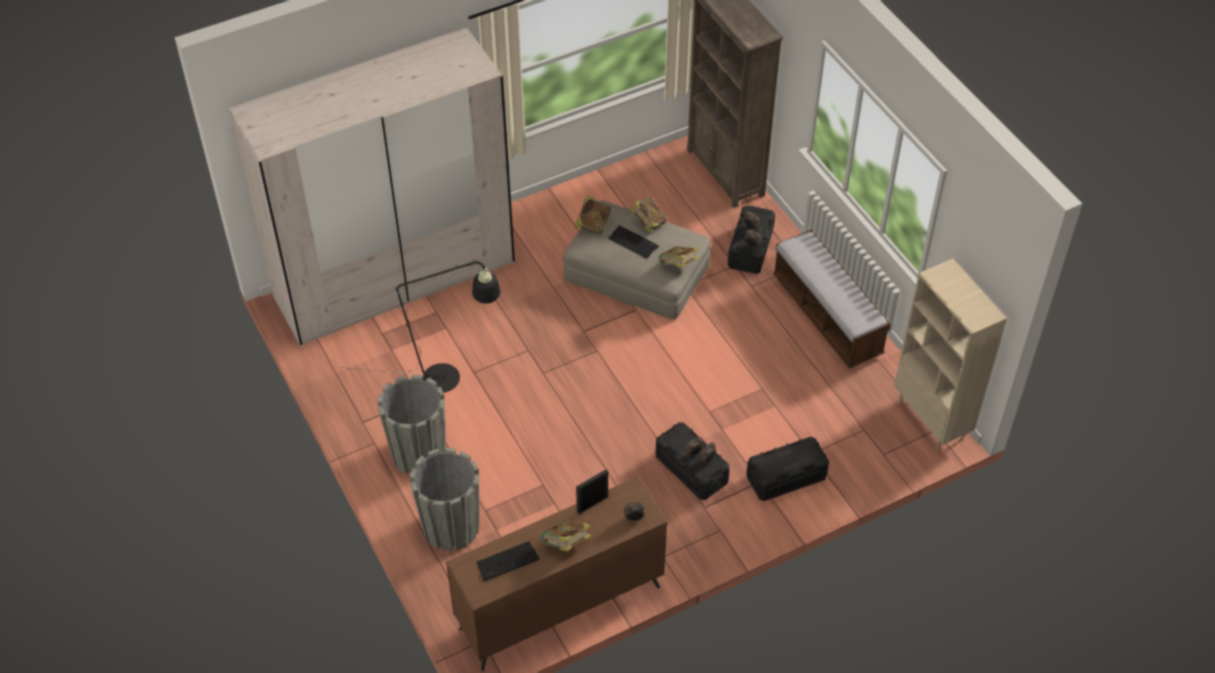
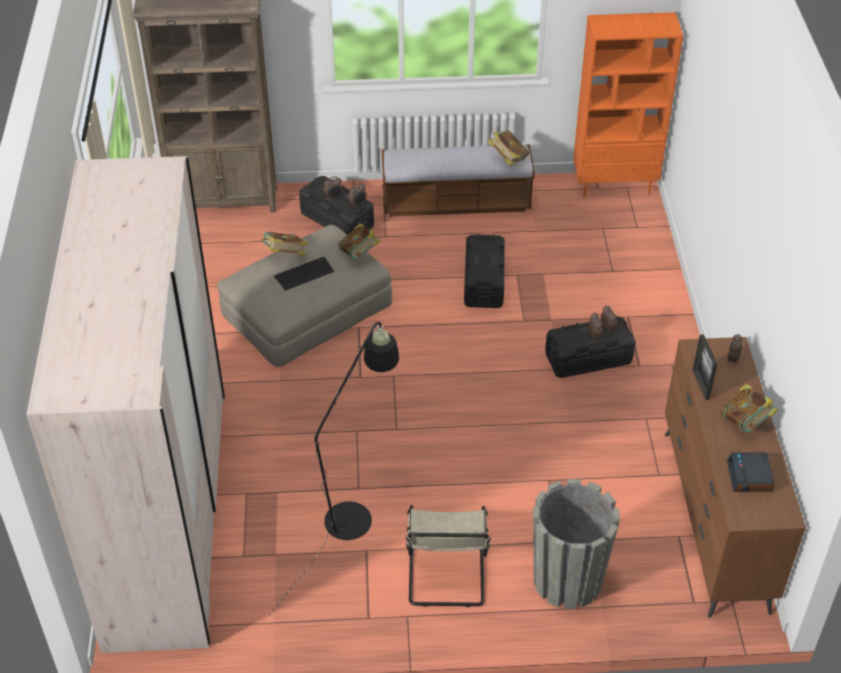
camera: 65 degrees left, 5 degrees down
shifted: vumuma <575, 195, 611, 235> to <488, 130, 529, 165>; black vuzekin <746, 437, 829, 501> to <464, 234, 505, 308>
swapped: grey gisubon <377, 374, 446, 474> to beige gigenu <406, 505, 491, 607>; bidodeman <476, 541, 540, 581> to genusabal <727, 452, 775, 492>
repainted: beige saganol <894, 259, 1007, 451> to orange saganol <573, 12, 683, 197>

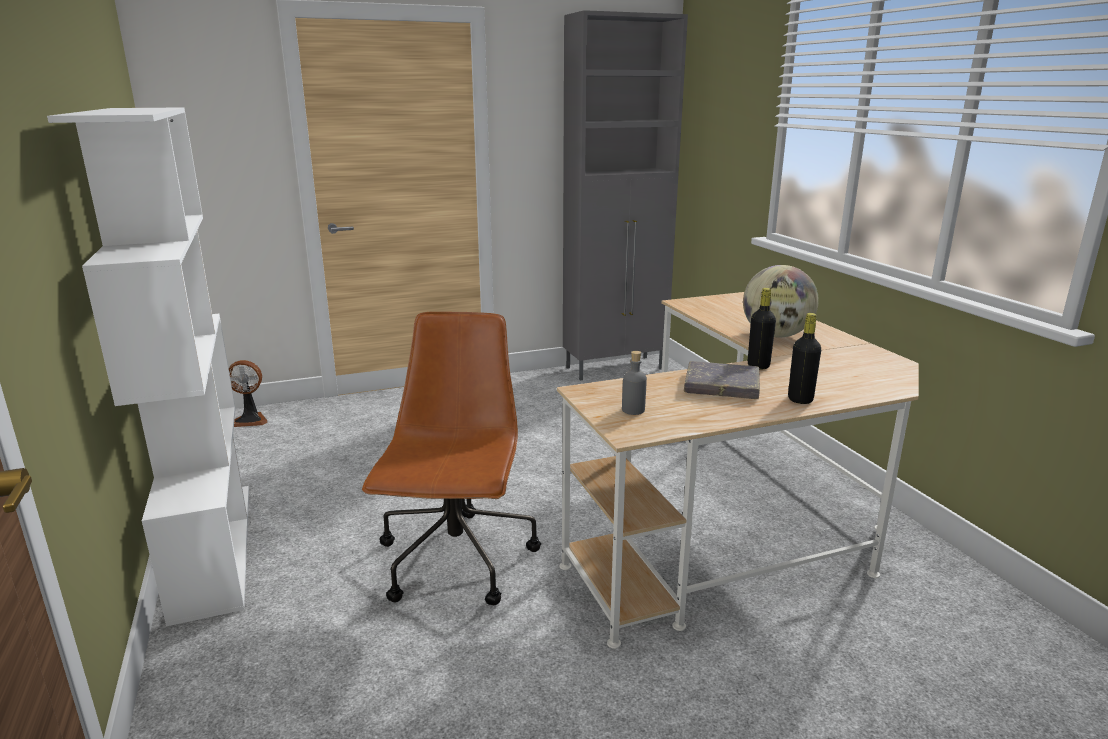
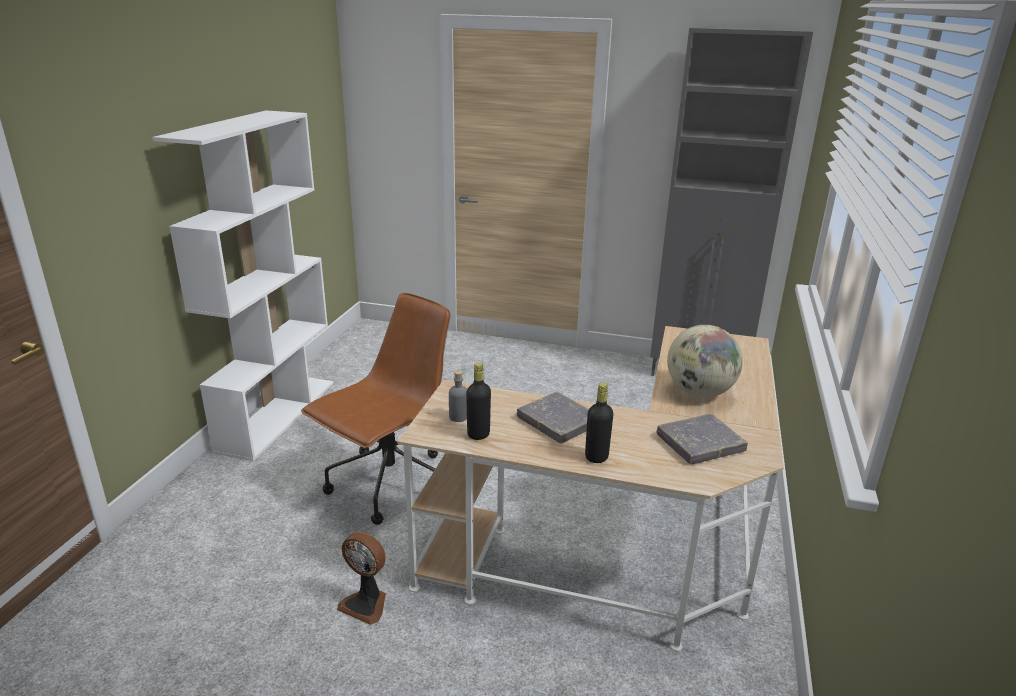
camera: 35 degrees right, 5 degrees up
new: grey vumuma <657, 414, 748, 464>
shifted: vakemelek <229, 360, 267, 427> to <337, 532, 386, 625>; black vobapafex <748, 288, 776, 369> to <466, 362, 491, 440>

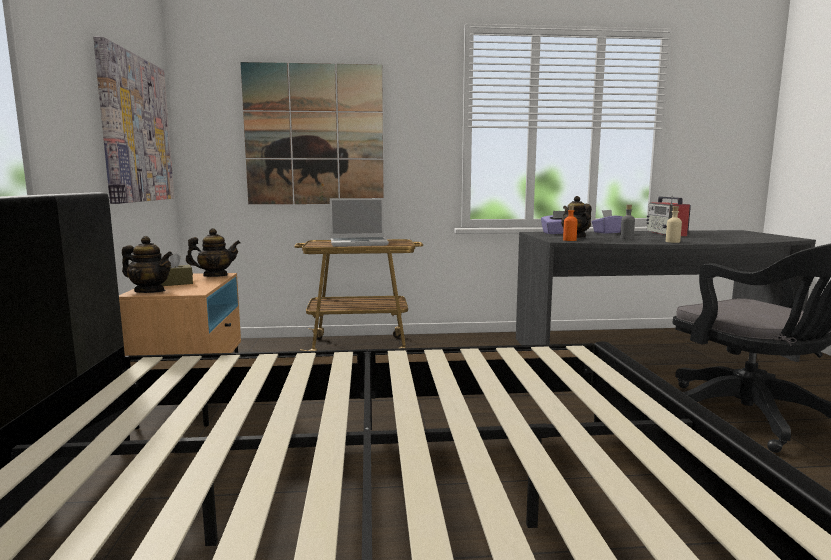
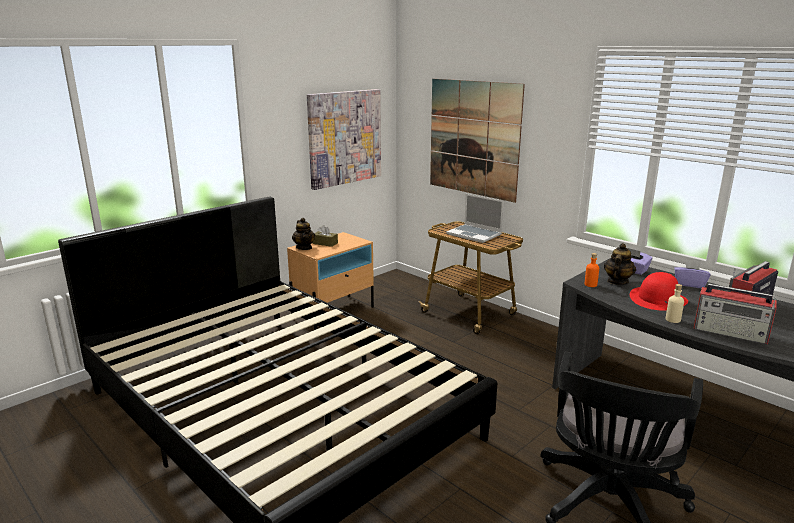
camera: 50 degrees right, 10 degrees up
gone: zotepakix <186, 228, 241, 277>
new: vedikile <693, 283, 777, 344>
swapped: grey vobapafex <620, 205, 635, 239> to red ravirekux <630, 272, 688, 310>

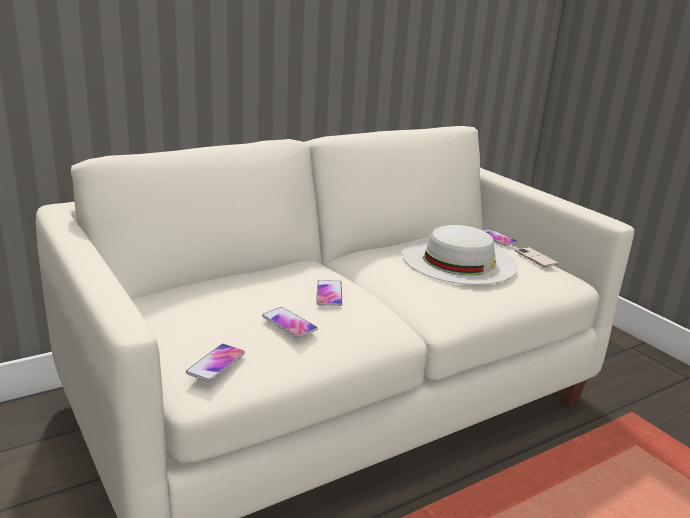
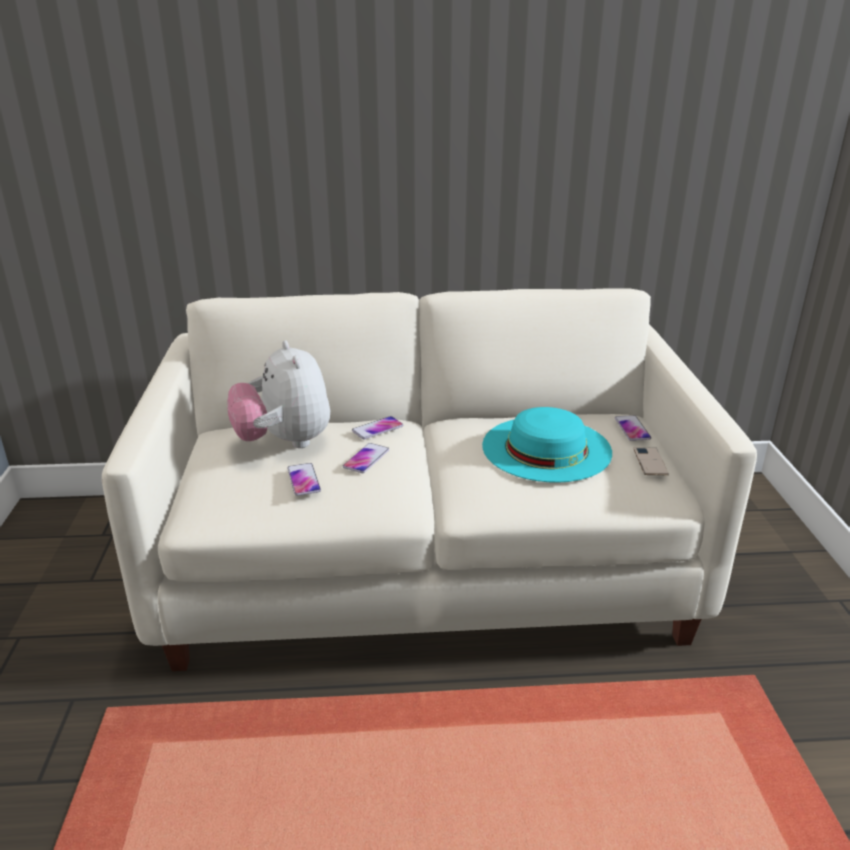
camera: 30 degrees right, 5 degrees up
new: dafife <227, 340, 330, 448>
shifted: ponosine <186, 344, 245, 382> to <352, 416, 403, 439>
repainted: white ravirekux <402, 225, 518, 285> to turquoise ravirekux <482, 407, 612, 483>

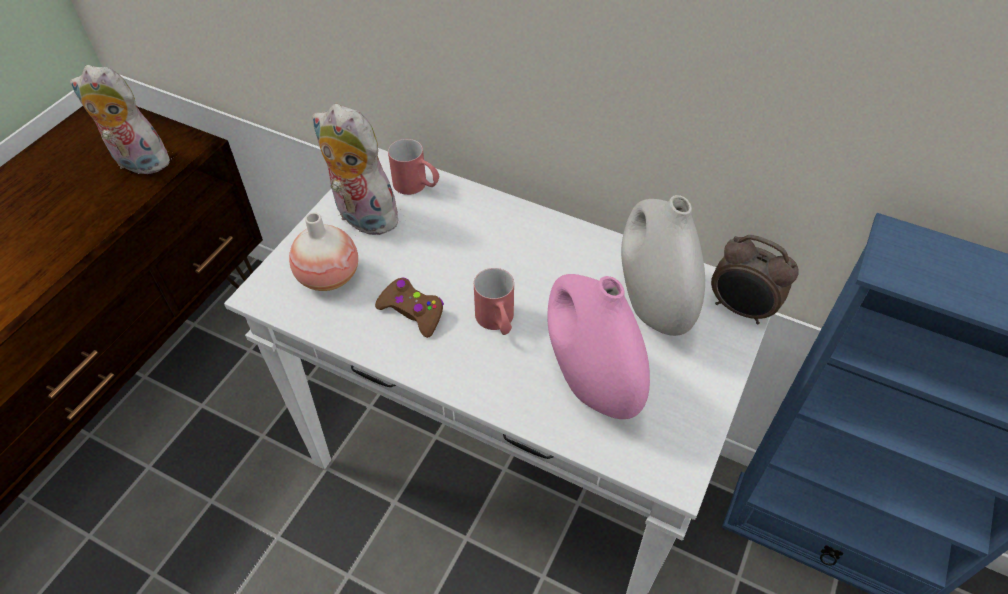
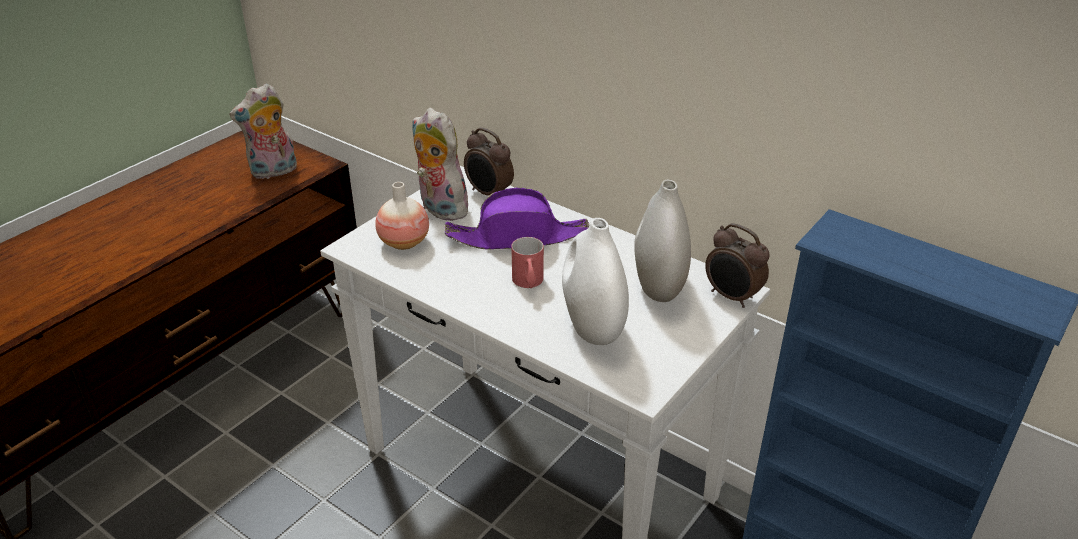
camera: 10 degrees right, 15 degrees down
gone: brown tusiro <375, 278, 444, 338>
new: purple ravirekux <444, 188, 589, 249>
swapped: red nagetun <388, 139, 439, 195> to genusabal <464, 128, 514, 196>
repainted: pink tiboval <548, 274, 650, 419> to white tiboval <562, 218, 629, 345>
rotated: dafife <70, 65, 170, 174> = <229, 84, 297, 180> 60 degrees counterclockwise

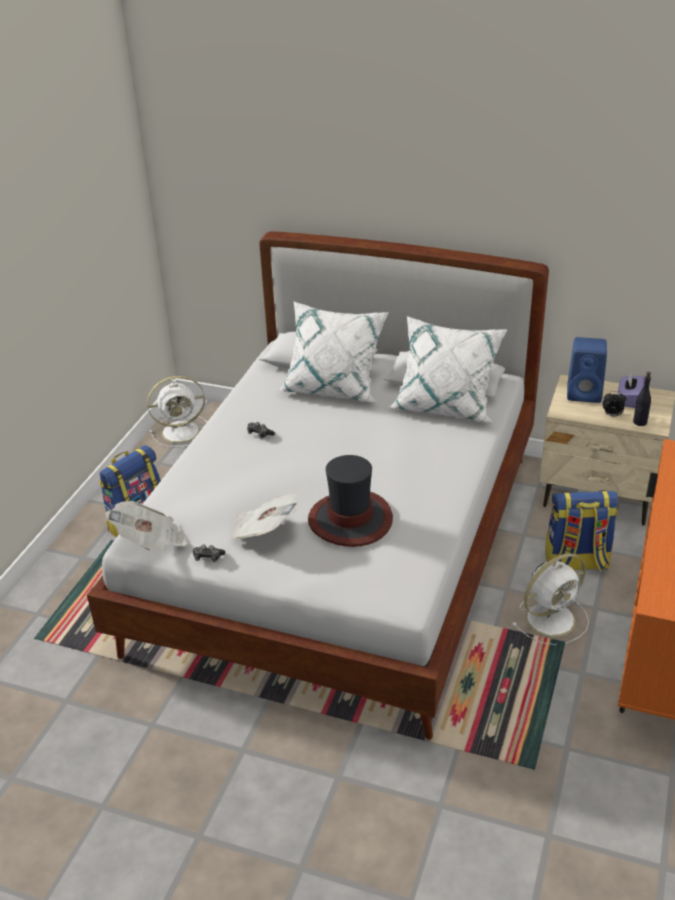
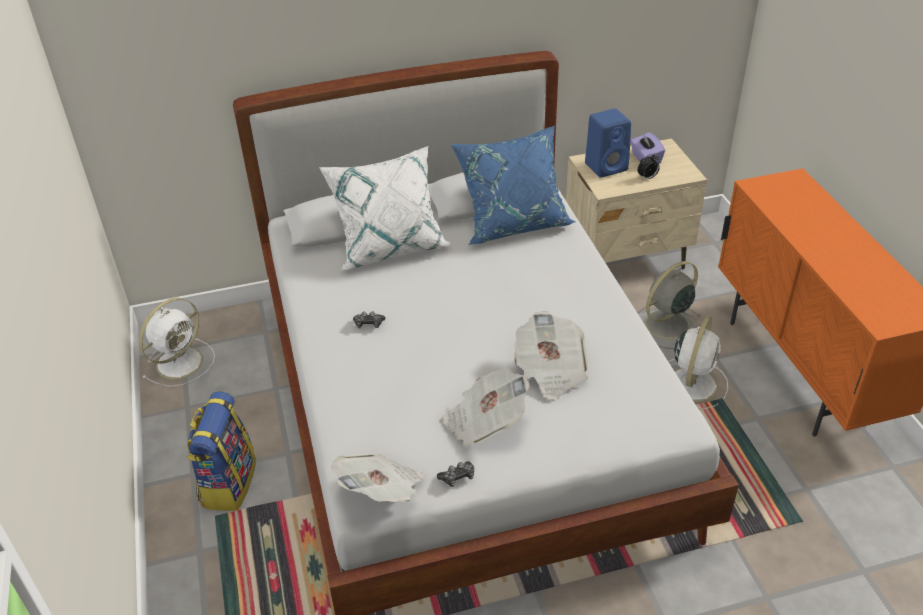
camera: 35 degrees left, 5 degrees up
gone: black vobapafex <633, 372, 651, 426>
swapped: ravirekux <308, 455, 393, 547> to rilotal <514, 311, 588, 400>; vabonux <545, 490, 618, 572> to grey vakemelek <638, 261, 700, 349>
repainted: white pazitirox <388, 316, 507, 423> to blue pazitirox <451, 126, 575, 245>

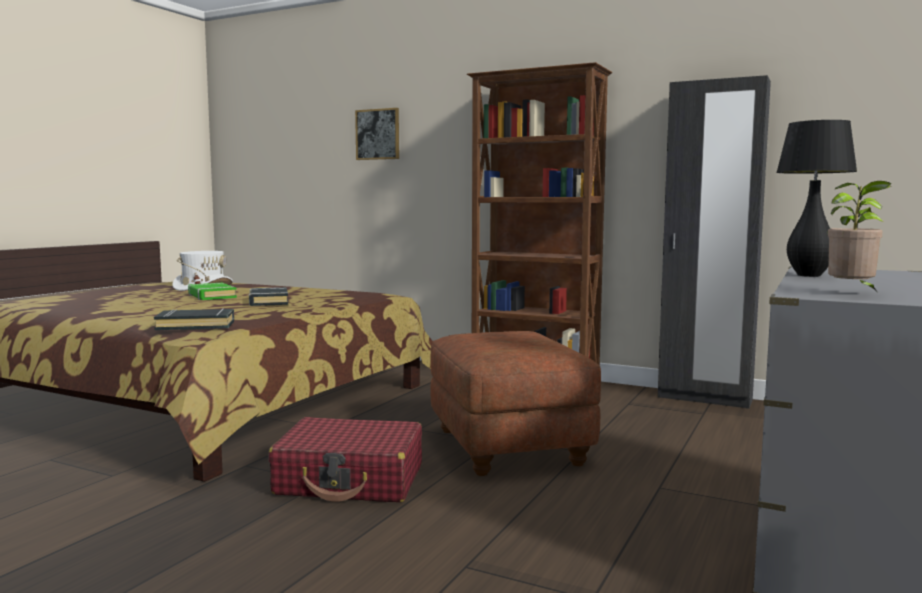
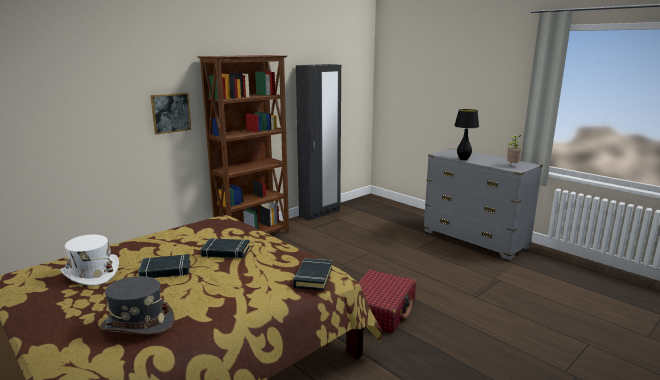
camera: 70 degrees left, 10 degrees up
gone: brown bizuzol <430, 331, 601, 476>
new: grey ravirekux <100, 276, 175, 335>
shifted: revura <355, 108, 399, 160> to <150, 93, 192, 134>
repainted: green vumuma <188, 283, 237, 300> to black vumuma <138, 254, 190, 278>

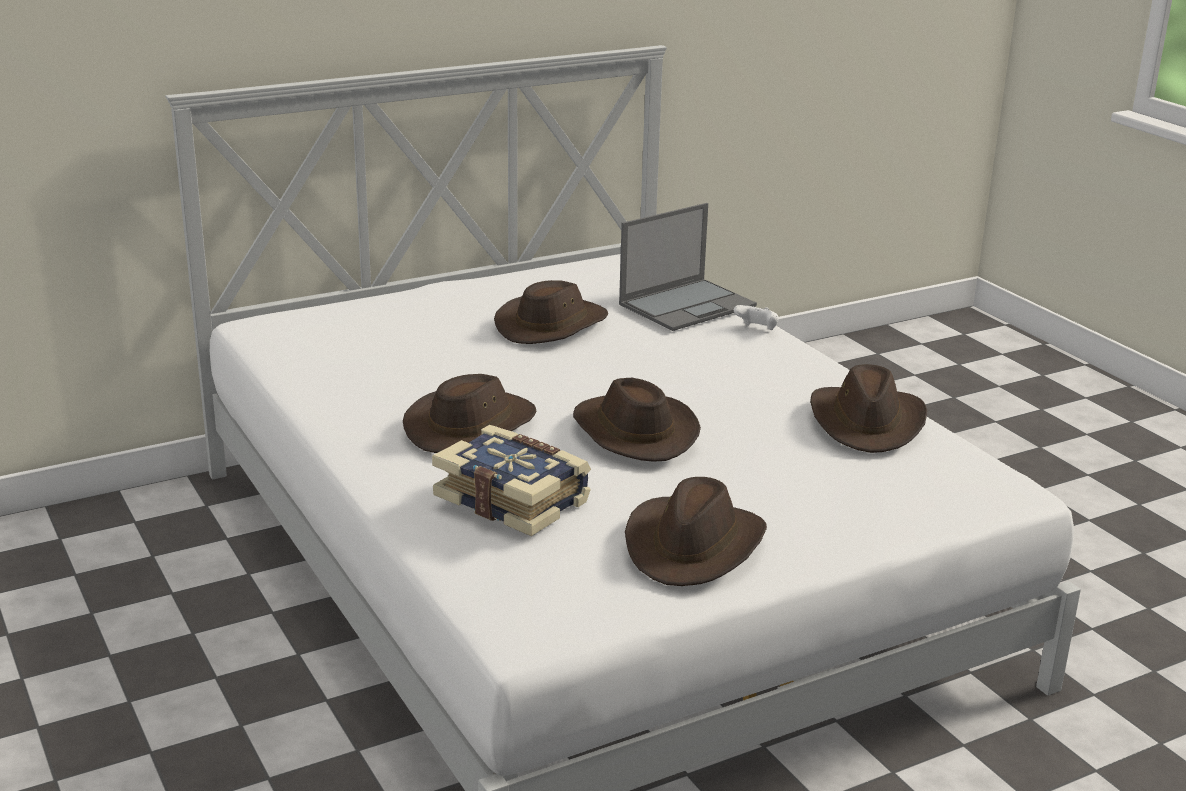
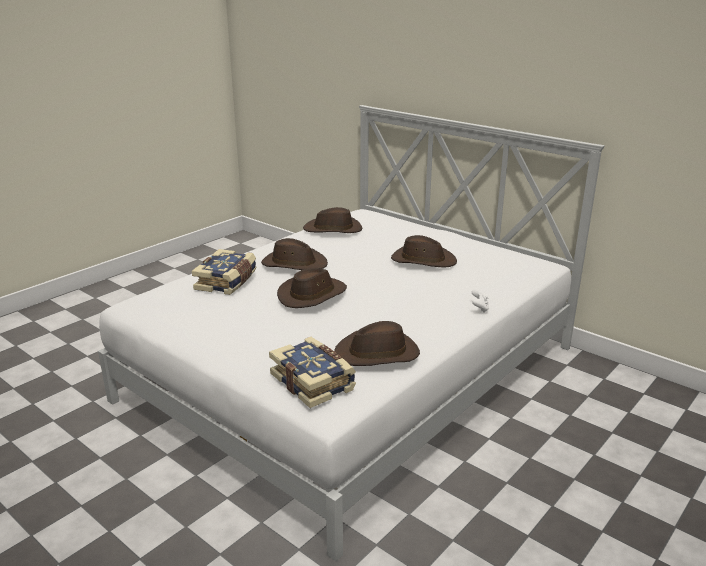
camera: 70 degrees right, 0 degrees up
gone: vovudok <619, 203, 757, 331>
new: vumuma <269, 337, 356, 408>
shifted: brown ravirekux <625, 477, 767, 586> to <303, 207, 363, 233>

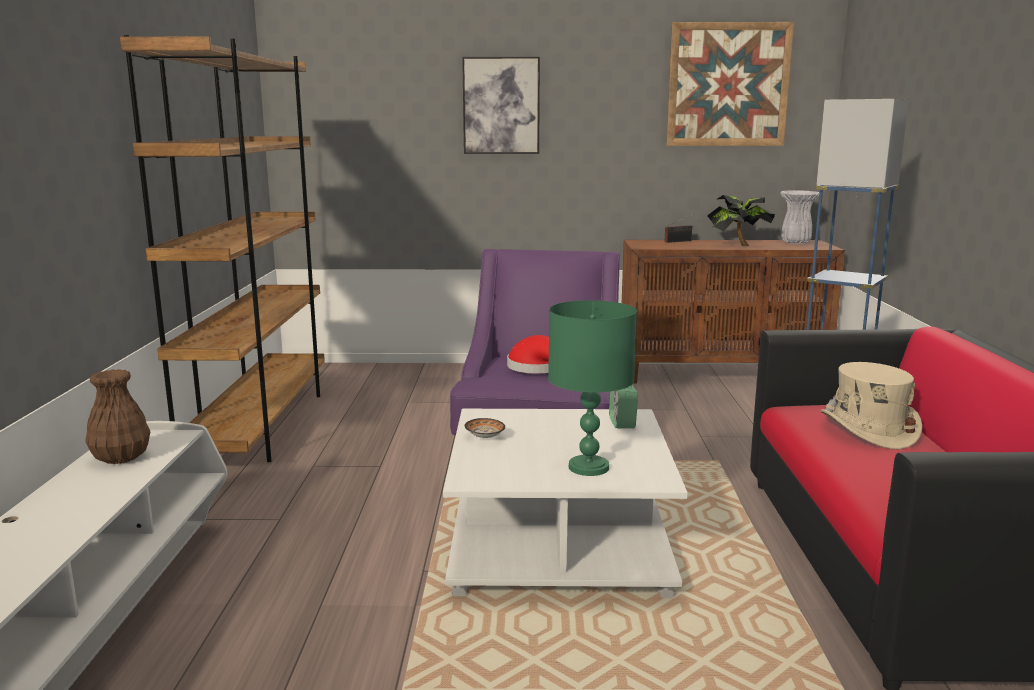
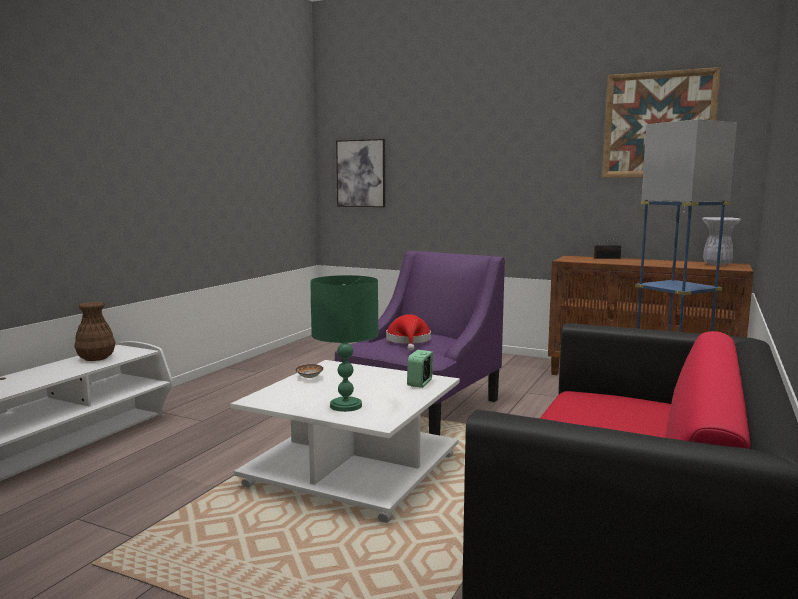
camera: 25 degrees right, 5 degrees down
gone: brown saganol <120, 35, 325, 462>; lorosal <707, 195, 775, 246>; beige ravirekux <820, 362, 922, 449>
shifted: revura <462, 57, 540, 154> to <336, 139, 385, 207>

